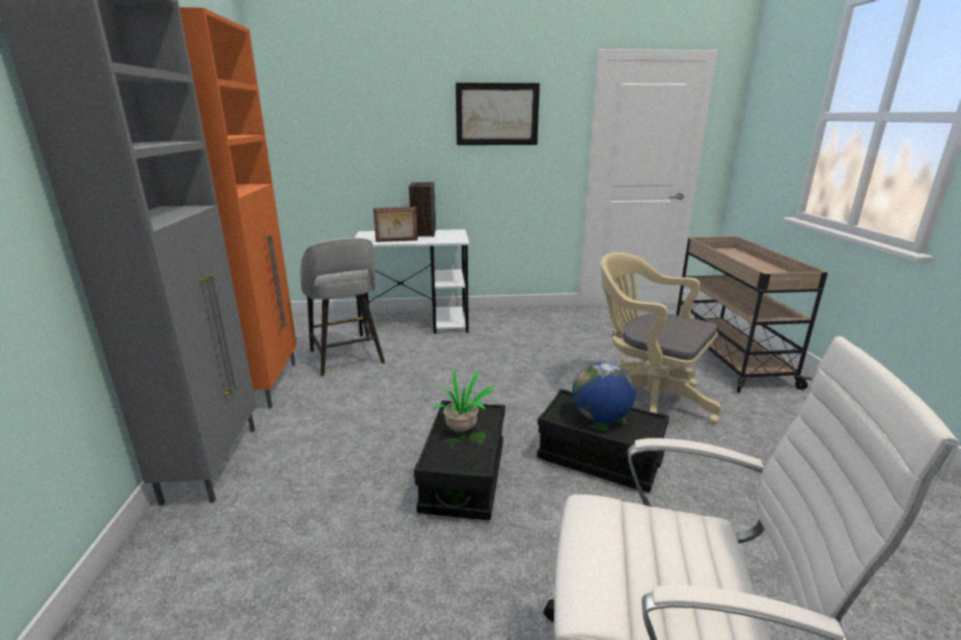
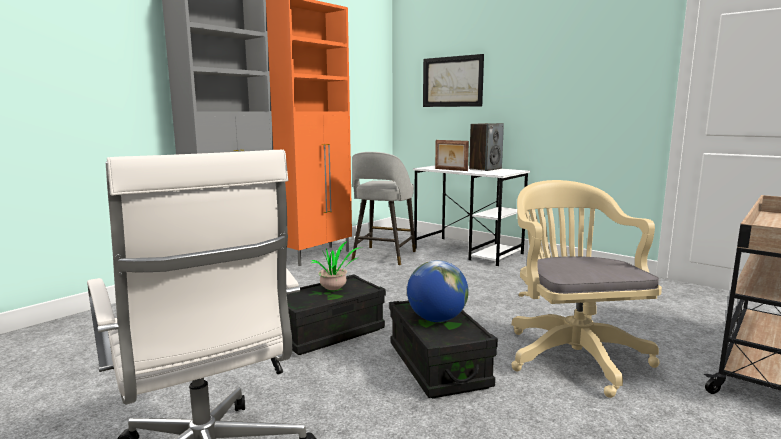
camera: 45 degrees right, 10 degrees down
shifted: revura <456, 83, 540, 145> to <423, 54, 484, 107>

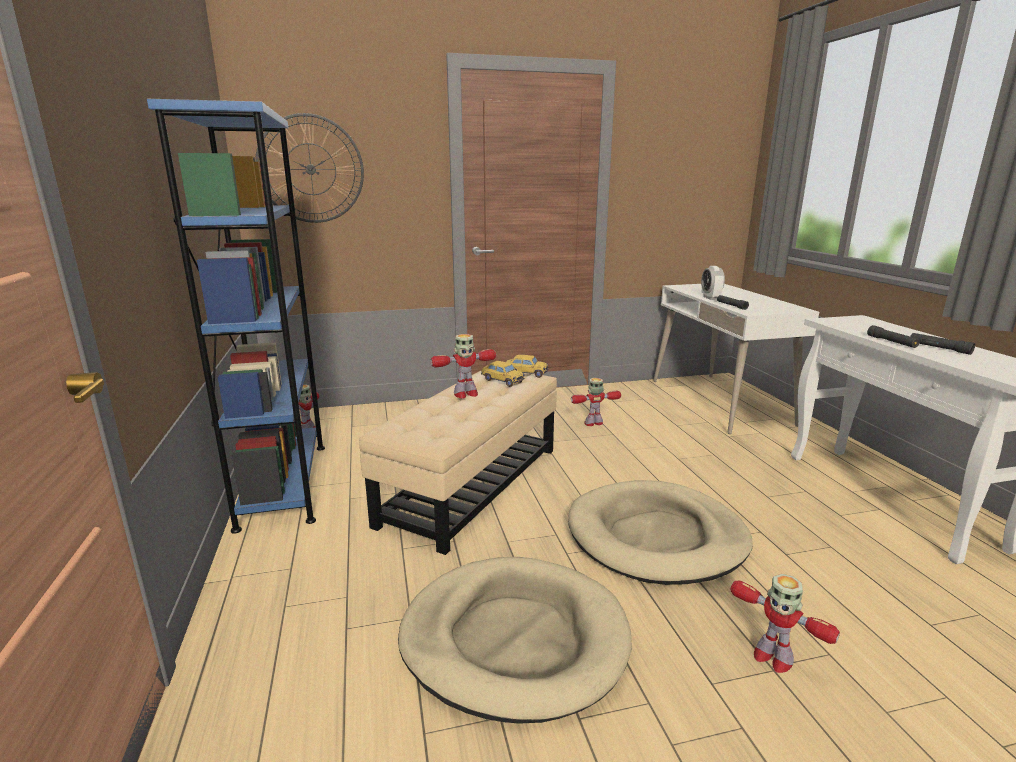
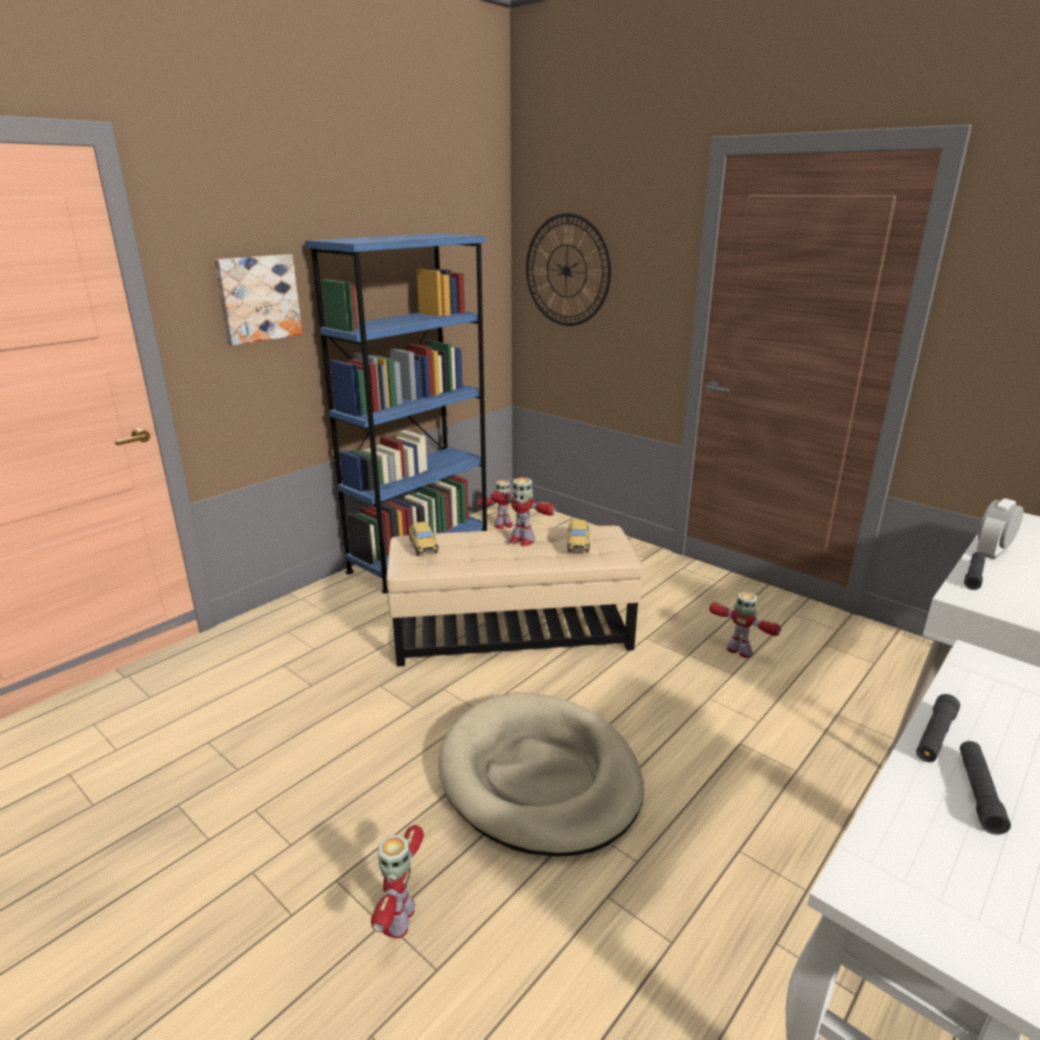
camera: 55 degrees right, 5 degrees up
gone: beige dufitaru <398, 557, 632, 724>
new: revura <214, 254, 302, 346>
shifted: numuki <506, 355, 548, 378> to <409, 522, 439, 556>

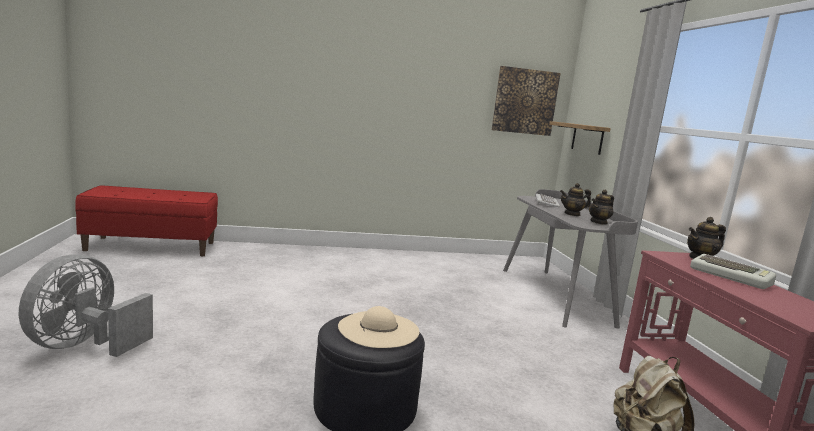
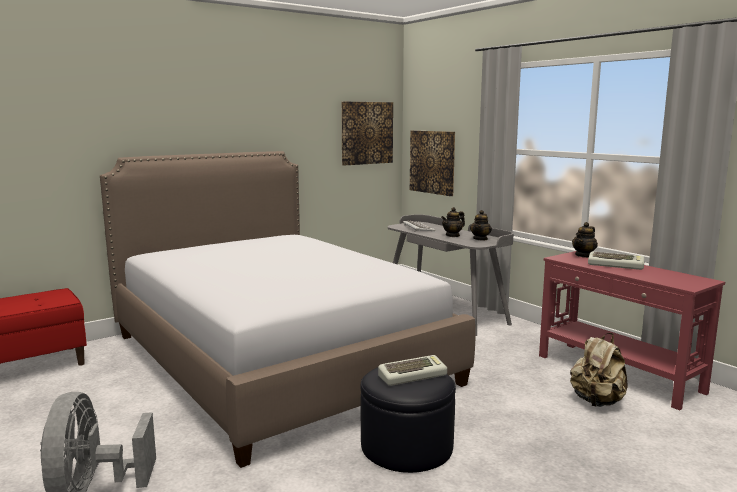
camera: 25 degrees left, 0 degrees up
new: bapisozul <100, 151, 476, 468>
swapped: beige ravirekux <338, 306, 419, 348> to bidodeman <378, 355, 447, 386>; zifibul <549, 121, 611, 155> to revura <410, 130, 455, 196>

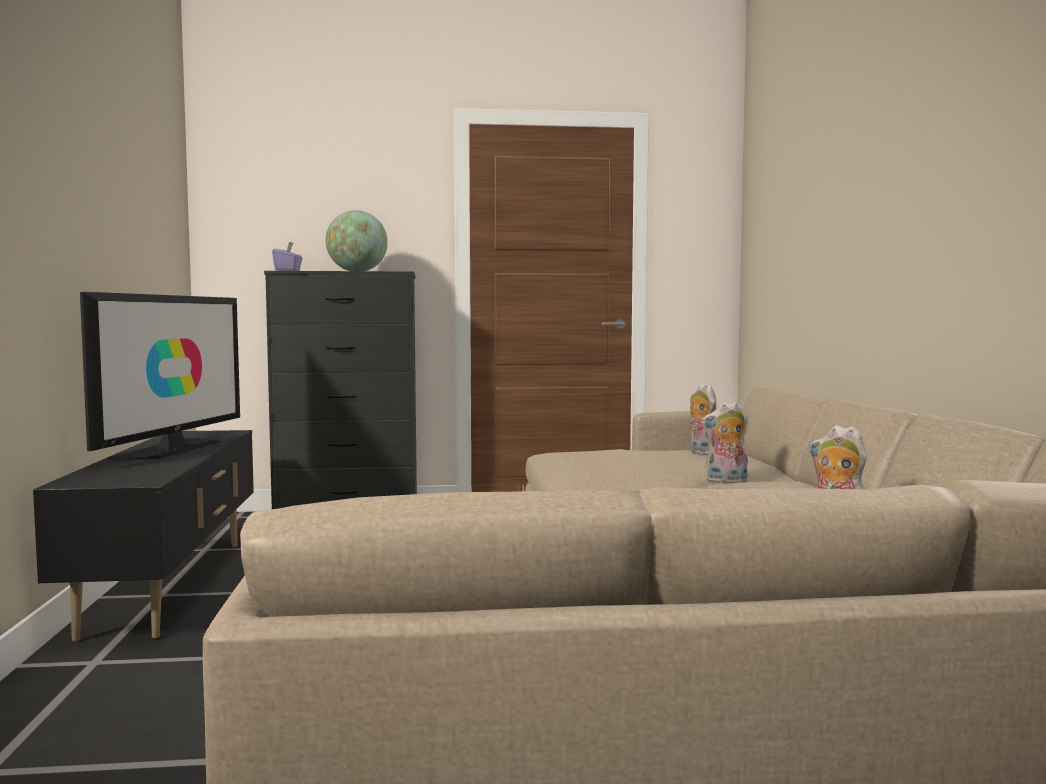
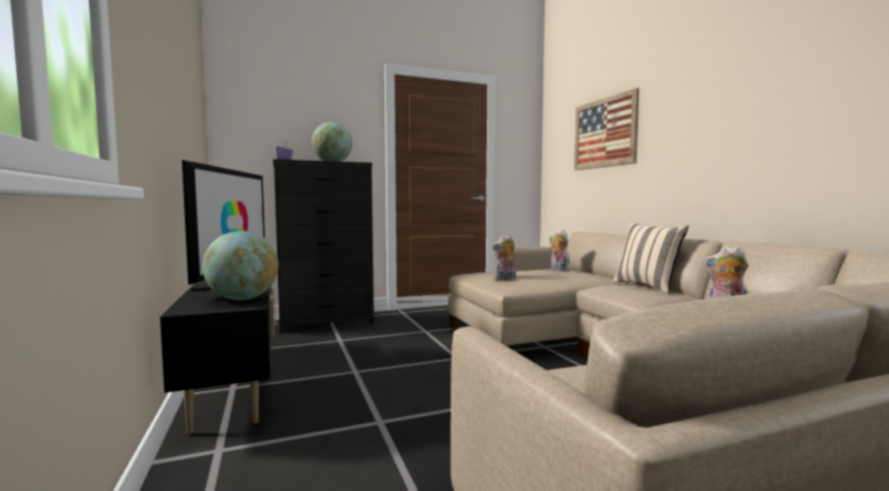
camera: 15 degrees left, 0 degrees up
new: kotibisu <202, 231, 278, 300>; revura <574, 88, 639, 170>; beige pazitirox <613, 223, 689, 293>
shifted: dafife <701, 401, 748, 484> to <492, 235, 516, 280>

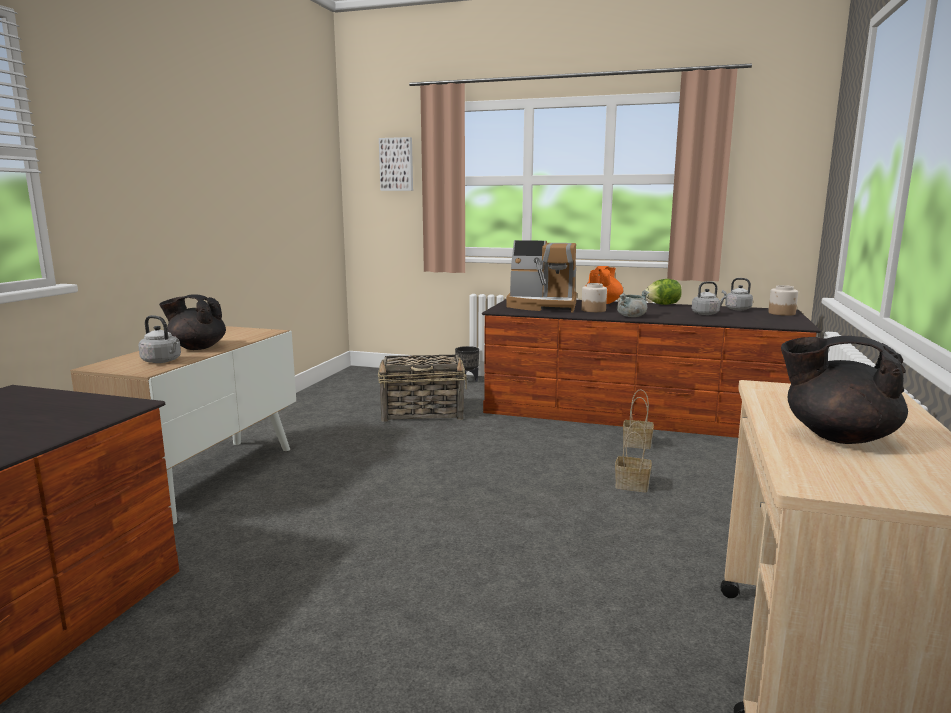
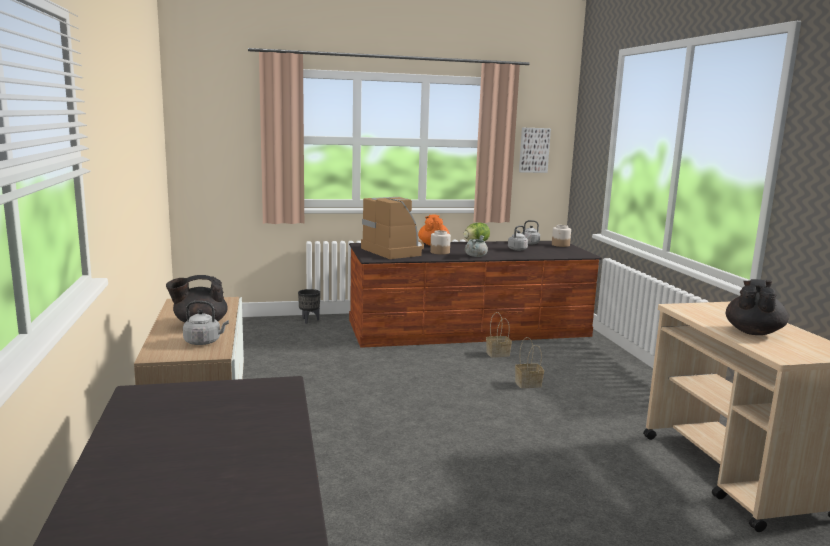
camera: 30 degrees left, 0 degrees up
gone: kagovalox <378, 355, 467, 422>
shifted: revura <379, 137, 413, 191> to <519, 128, 551, 173>
rotated: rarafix <506, 240, 577, 312> = <361, 197, 424, 259> 105 degrees counterclockwise; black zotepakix <781, 336, 908, 444> = <726, 279, 788, 335> 120 degrees clockwise

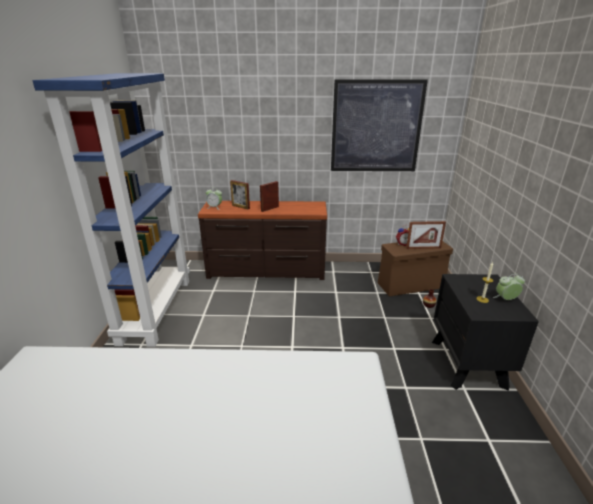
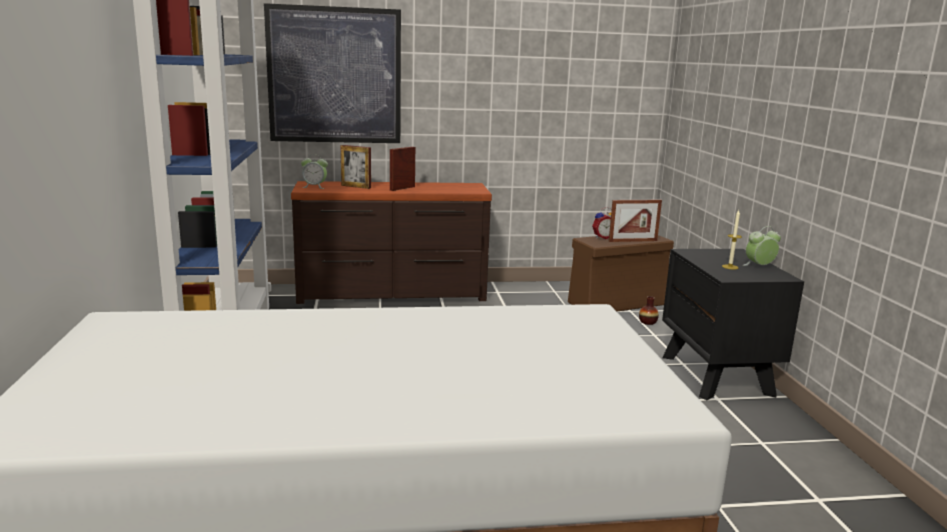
camera: 10 degrees left, 10 degrees down
shifted: revura <331, 79, 428, 171> to <264, 3, 401, 143>

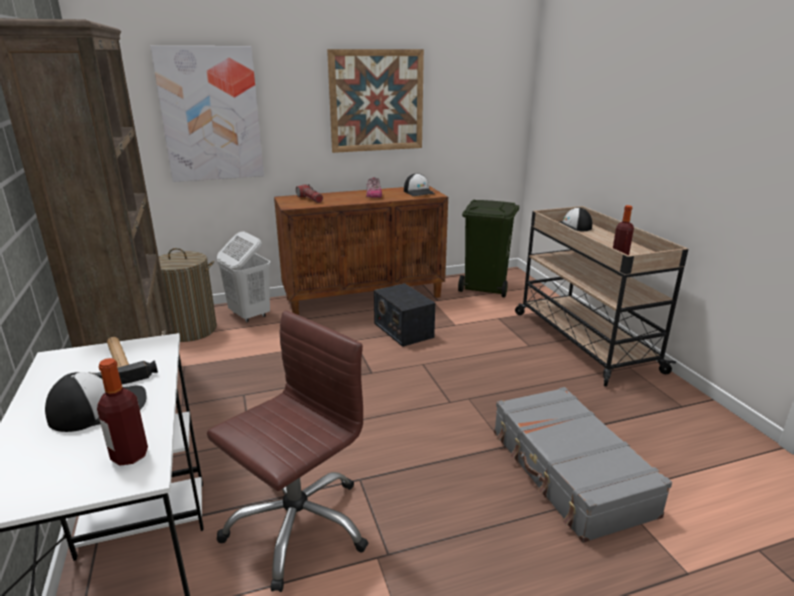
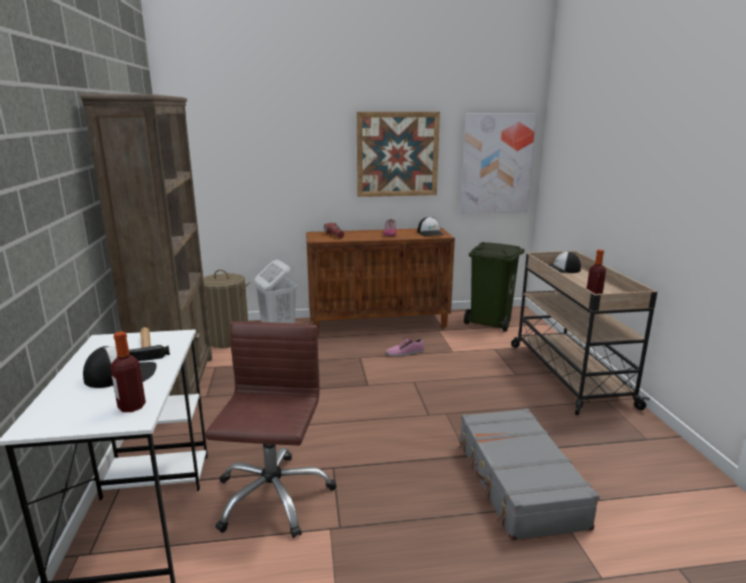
camera: 10 degrees right, 5 degrees down
shifted: revura <150, 46, 264, 182> to <461, 113, 536, 214>
swapped: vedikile <374, 283, 435, 347> to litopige <386, 338, 424, 356>
rotated: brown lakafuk <207, 310, 368, 592> = <205, 322, 336, 538> 45 degrees counterclockwise

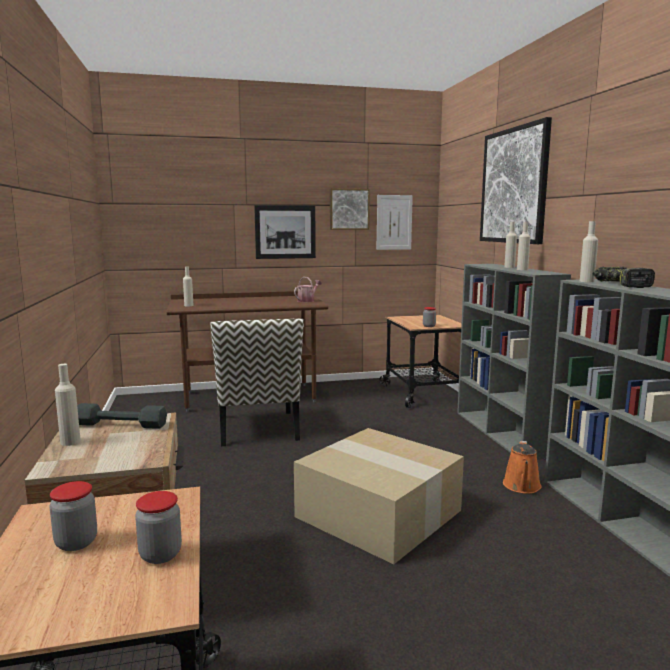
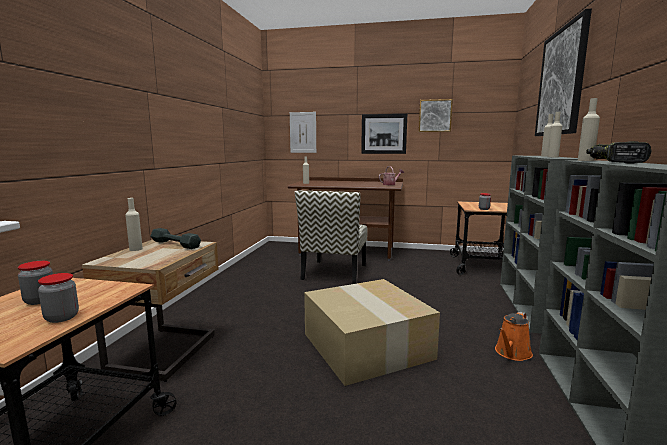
camera: 25 degrees right, 0 degrees up
shifted: revura <377, 195, 413, 250> to <290, 112, 316, 153>

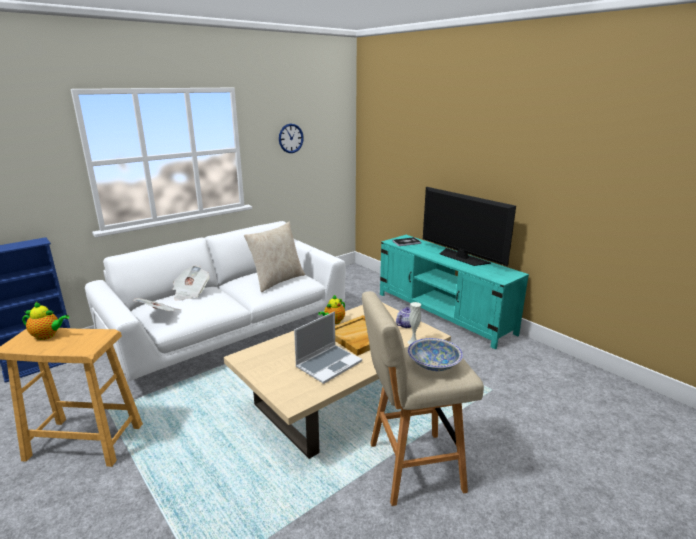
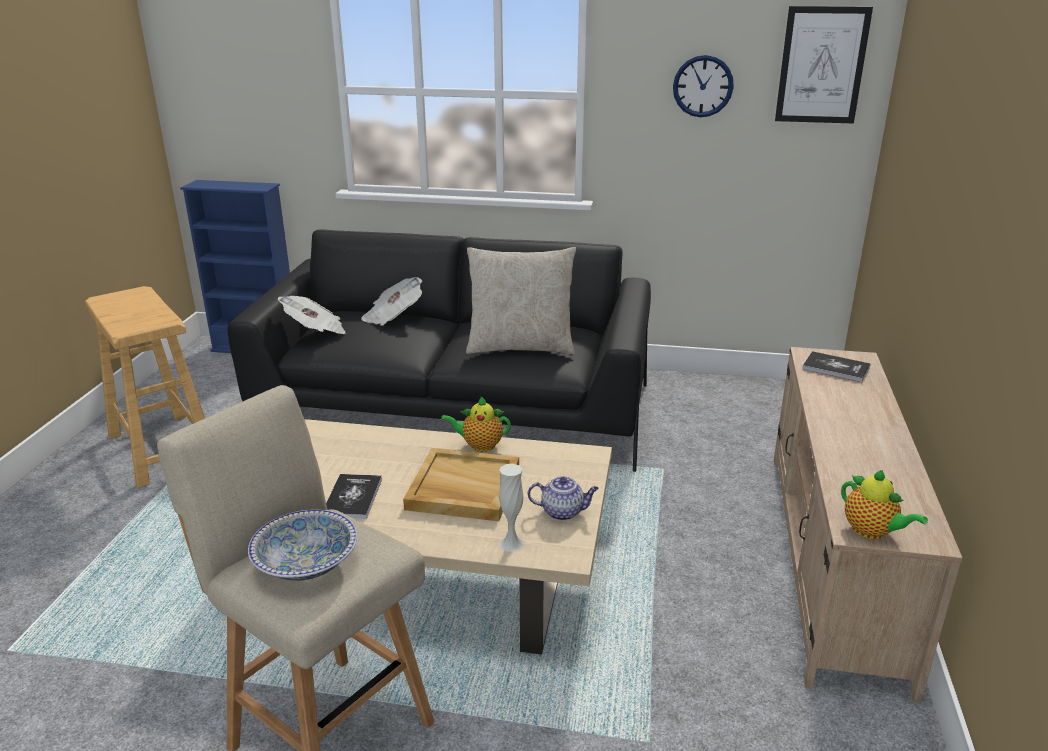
camera: 50 degrees right, 5 degrees up
gone: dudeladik <423, 187, 516, 266>
new: revura <775, 6, 873, 124>
shifted: zotepakix <22, 302, 70, 340> to <841, 470, 928, 539>
swapped: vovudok <294, 311, 362, 384> to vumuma <326, 474, 382, 519>
repainted: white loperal <85, 221, 346, 381> to black loperal <228, 229, 651, 472>; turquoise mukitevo <380, 235, 529, 349> to beige mukitevo <774, 347, 962, 703>

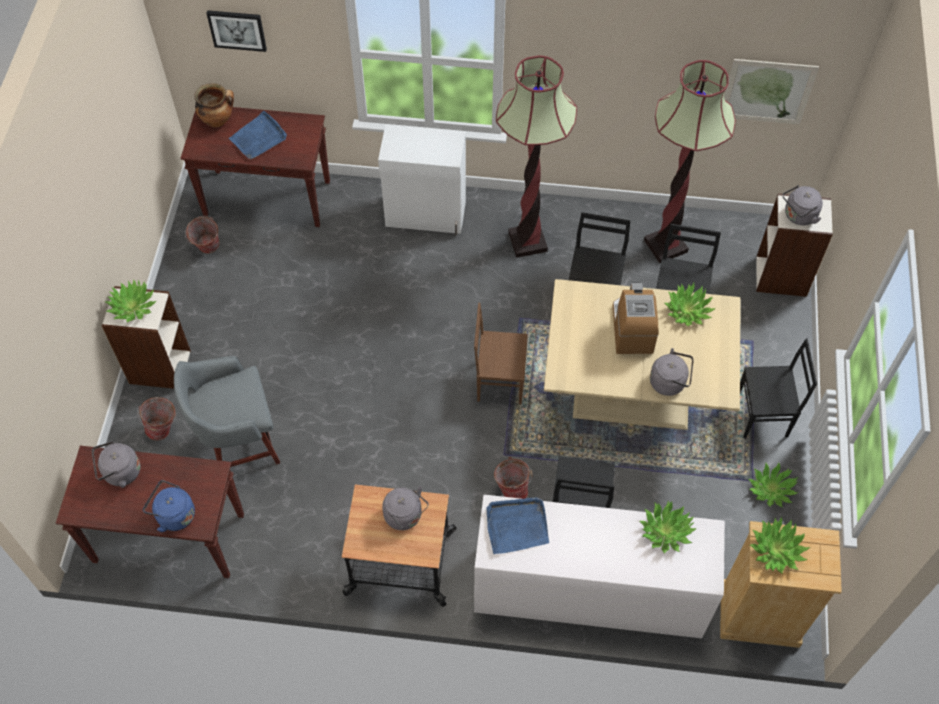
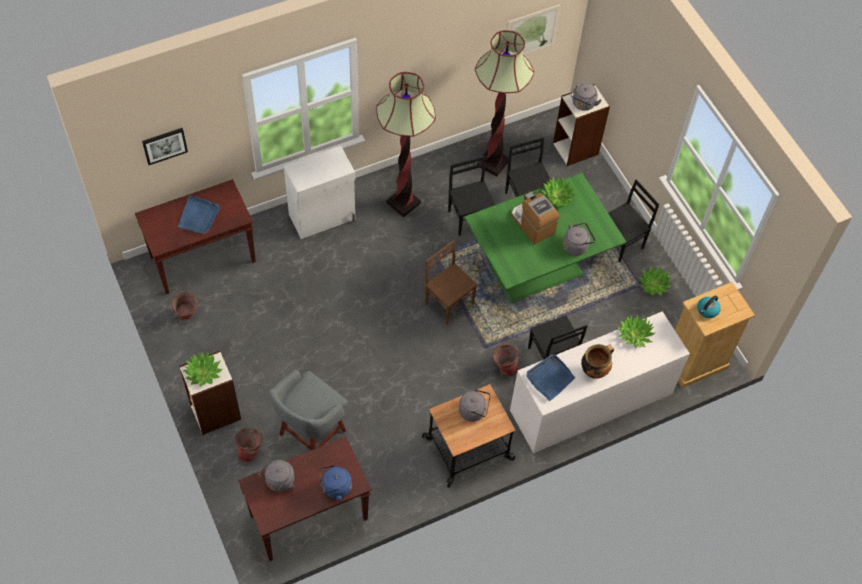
camera: 35 degrees left, 0 degrees up
shifted: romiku <194, 83, 234, 127> to <581, 344, 614, 379>
swapped: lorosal <750, 517, 810, 573> to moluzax <697, 295, 721, 318>
repainted: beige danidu <544, 279, 741, 430> to green danidu <465, 173, 626, 303>
rotated: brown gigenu <474, 302, 528, 404> = <425, 240, 478, 325> 75 degrees clockwise

